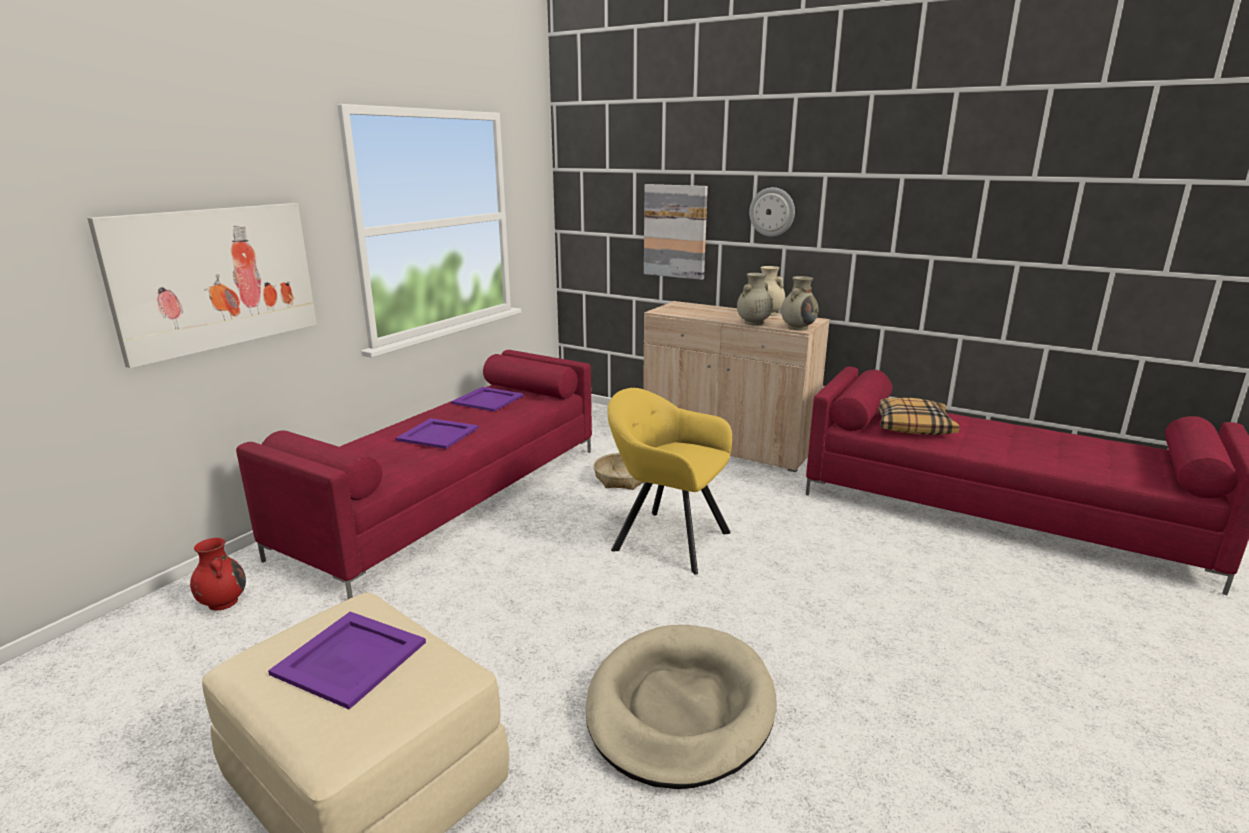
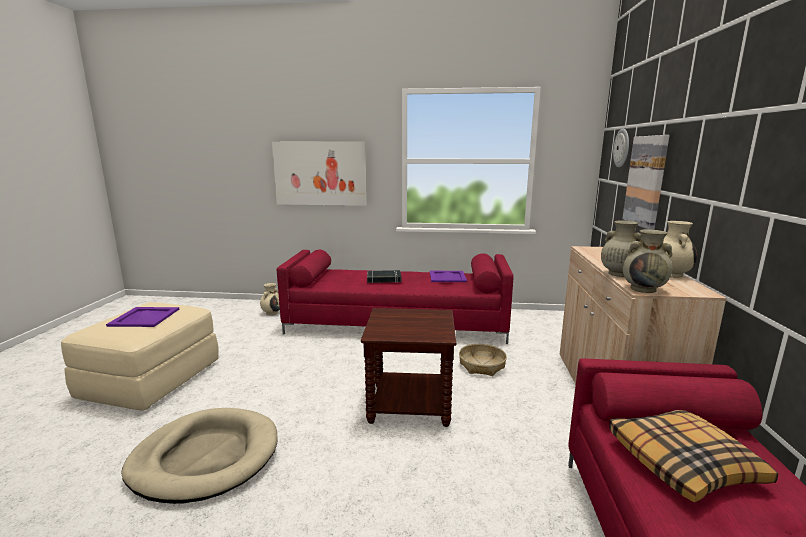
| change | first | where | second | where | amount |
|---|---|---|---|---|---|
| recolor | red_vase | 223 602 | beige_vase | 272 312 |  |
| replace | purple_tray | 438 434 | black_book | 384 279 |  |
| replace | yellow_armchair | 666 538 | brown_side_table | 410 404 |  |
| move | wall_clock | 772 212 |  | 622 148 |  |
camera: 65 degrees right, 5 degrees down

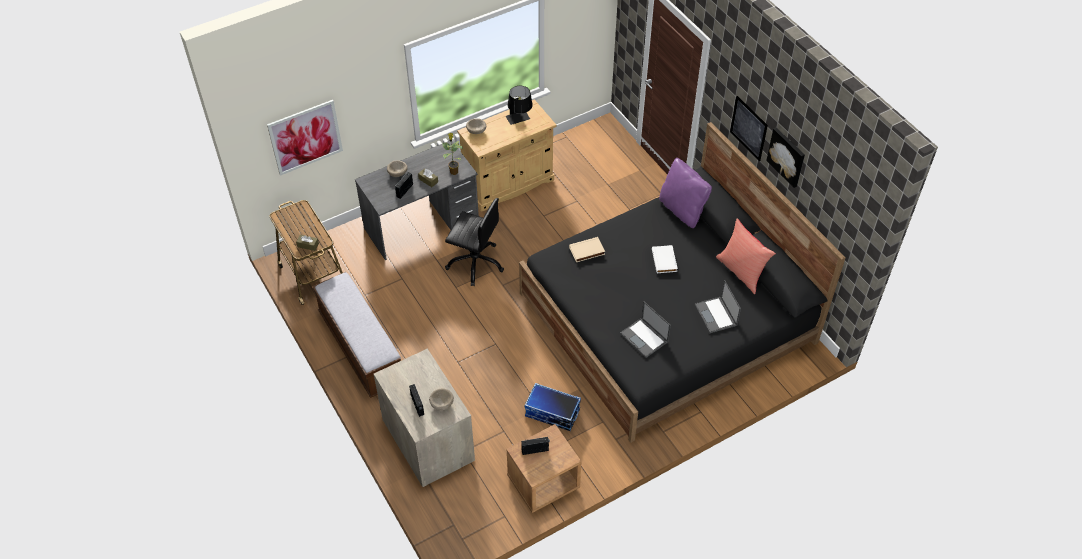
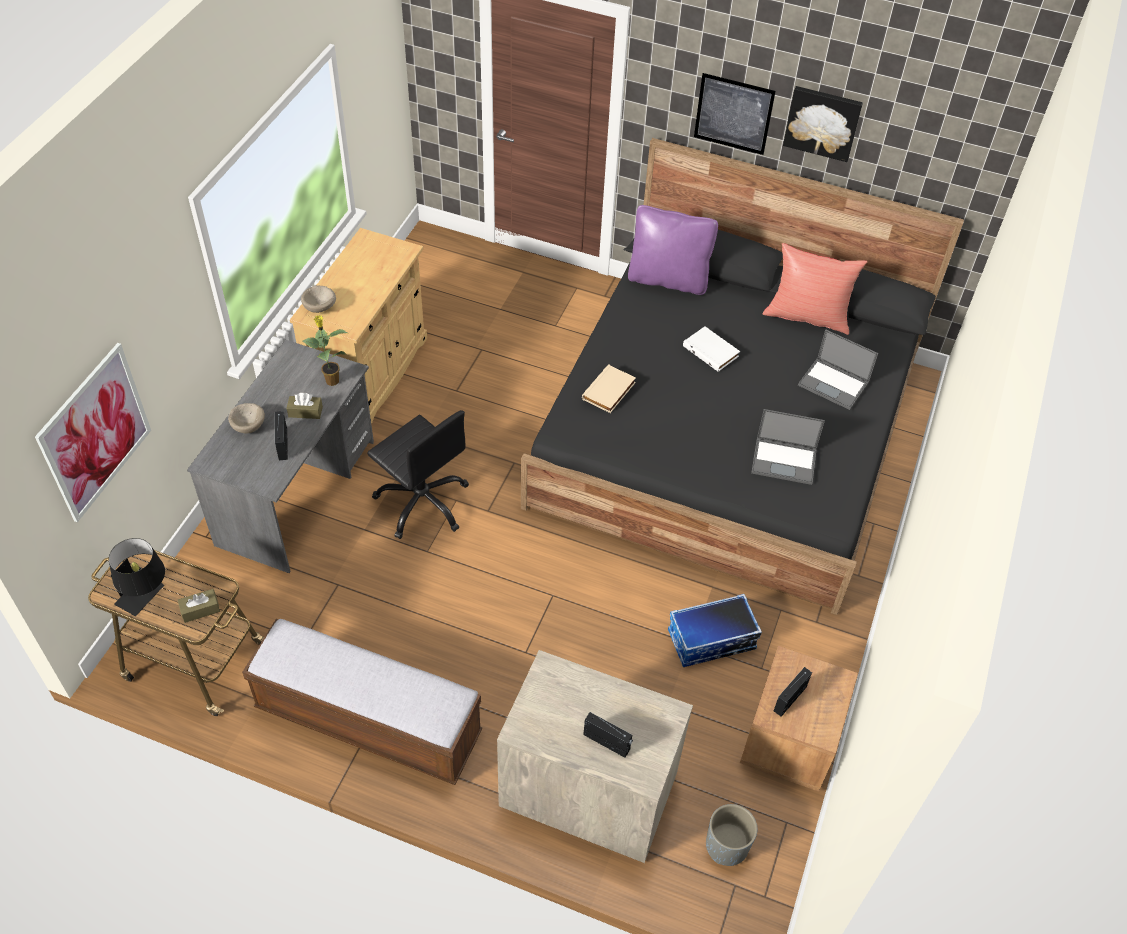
| change | first | where | second | where | amount |
|---|---|---|---|---|---|
| delete | beige_bowl | 441 404 |  |  |  |
| rotate | black_office_chair | 475 262 |  | 423 502 | 60 degrees clockwise |
| move | black_table_lamp | 519 120 |  | 147 598 |  |
| insert |  |  | grey_planter | 726 846 |  |
camera: 40 degrees left, 0 degrees up

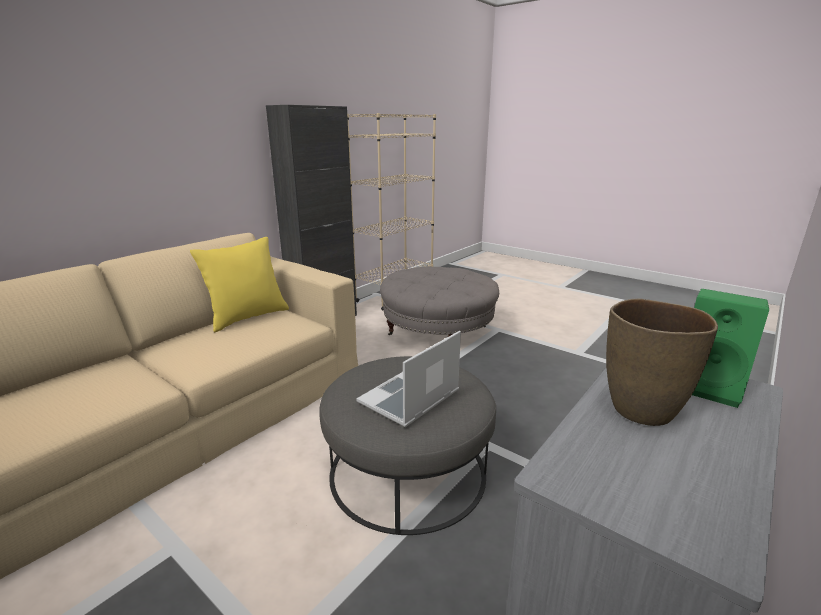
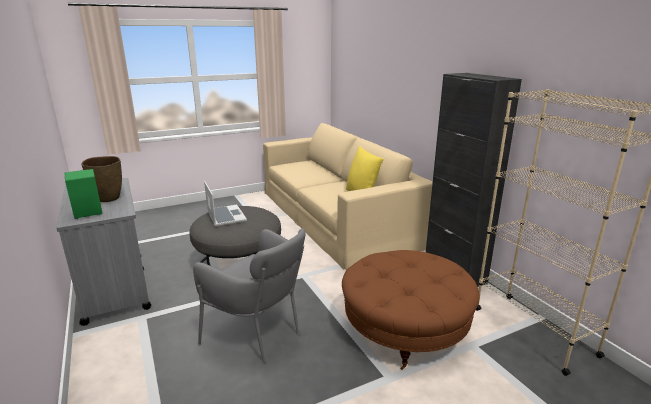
| change | first | where | second | where | amount |
|---|---|---|---|---|---|
| recolor | grey_ottoman | 438 331 | brown_ottoman | 405 329 |  |
| insert |  |  | grey_armchair | 259 335 |  |
camera: 115 degrees right, 0 degrees up

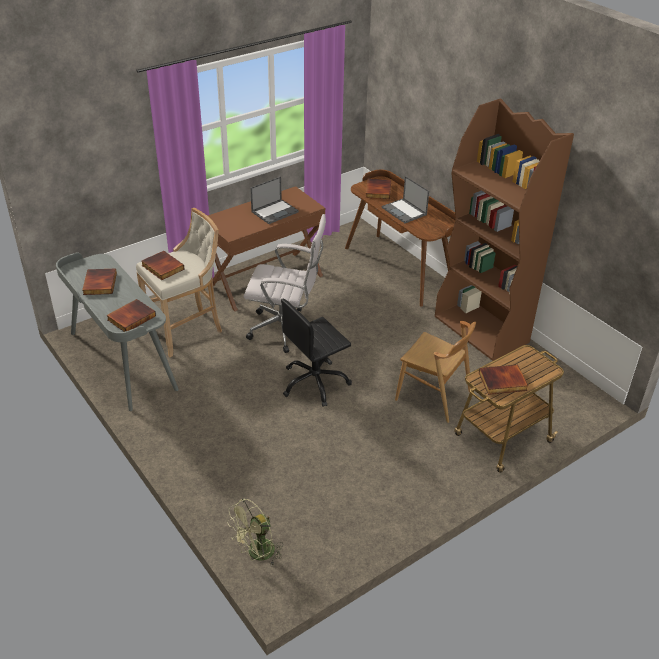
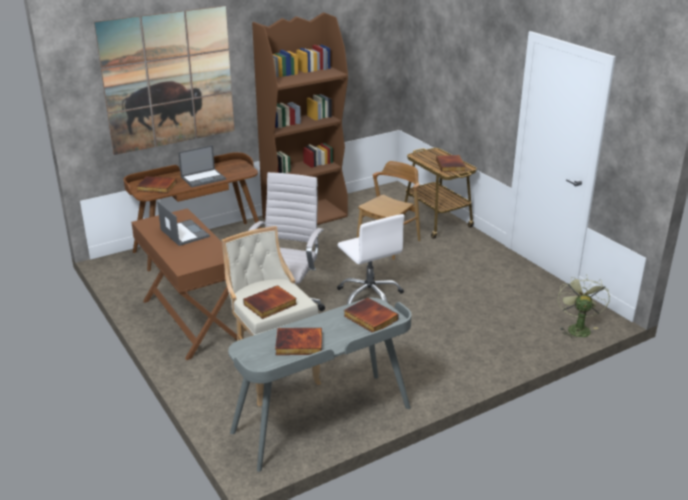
| change | first | where | second | where | amount |
|---|---|---|---|---|---|
| rotate | green_fan | 257 554 |  | 577 328 | 135 degrees counterclockwise |
| recolor | black_office_chair | 315 383 | white_office_chair | 370 296 |  |
| insert |  |  | picture | 169 80 |  |
camera: 85 degrees left, 10 degrees down

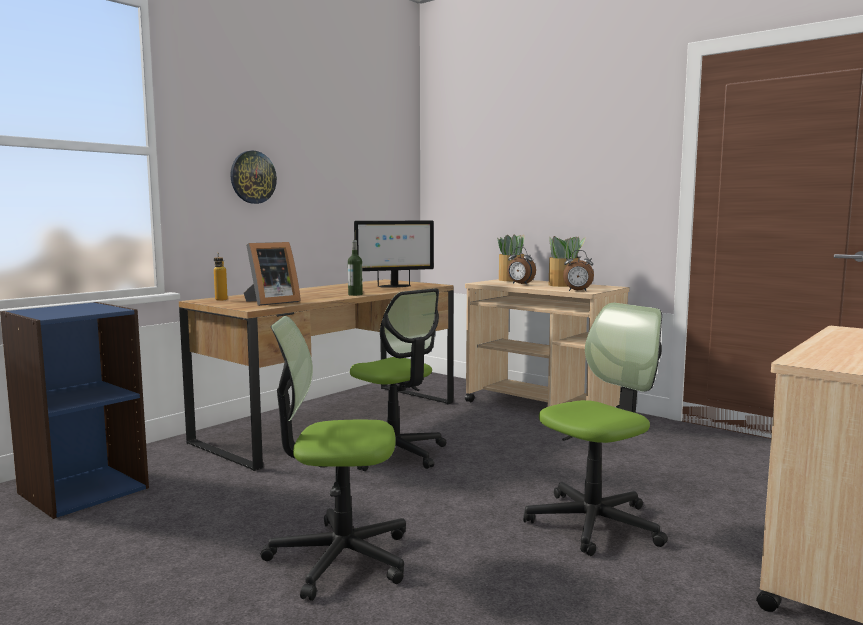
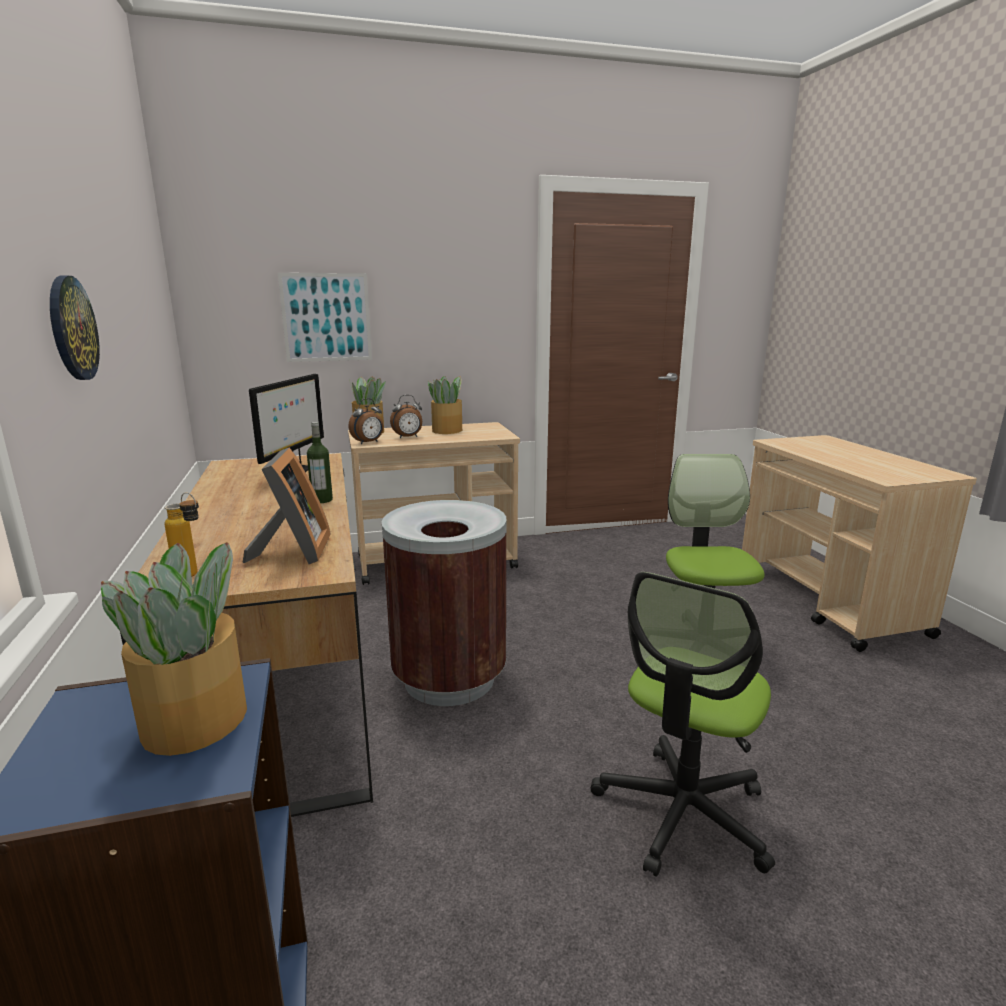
| change | first | where | second | where | amount |
|---|---|---|---|---|---|
| replace | office_chair | 395 453 | brown_trash_can | 449 678 |  |
| move | alarm_clock | 577 291 |  | 368 442 |  |
| insert |  |  | potted_plant | 198 719 |  |
| insert |  |  | picture | 326 317 |  |
camera: 55 degrees left, 10 degrees up

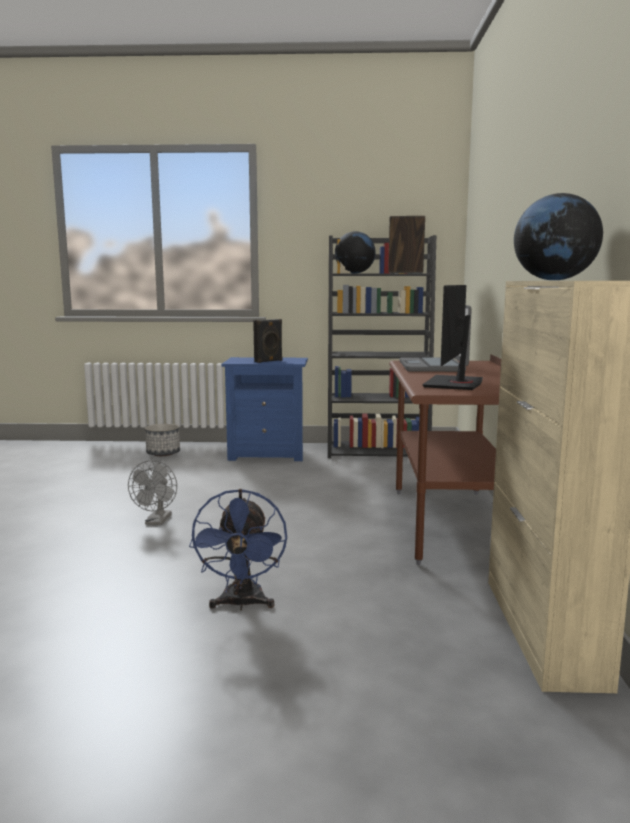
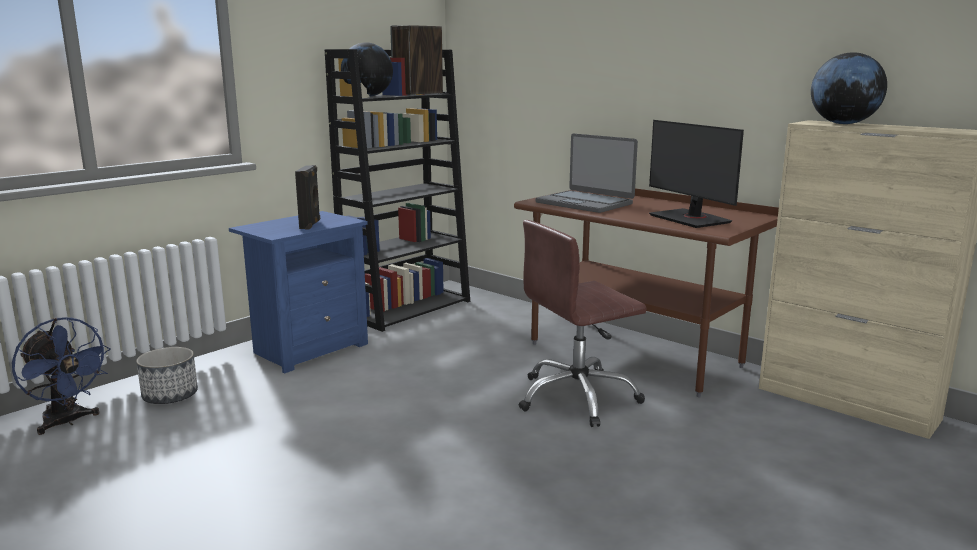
| change | first | where | second | where | amount |
|---|---|---|---|---|---|
| delete | grey_fan | 157 521 |  |  |  |
| move | blue_fan | 242 604 |  | 67 422 |  |
| insert |  |  | brown_office_chair | 577 397 |  |
camera: 50 degrees left, 5 degrees up

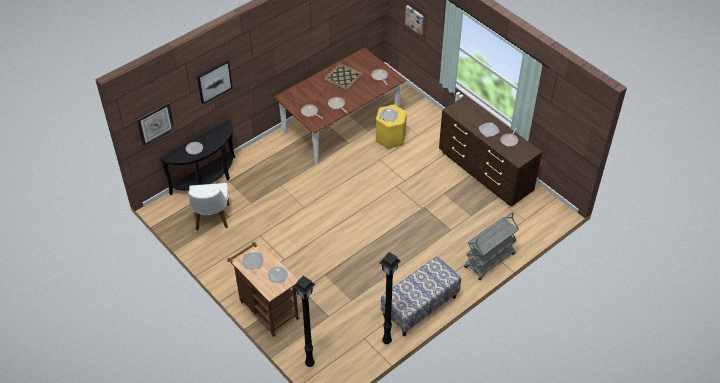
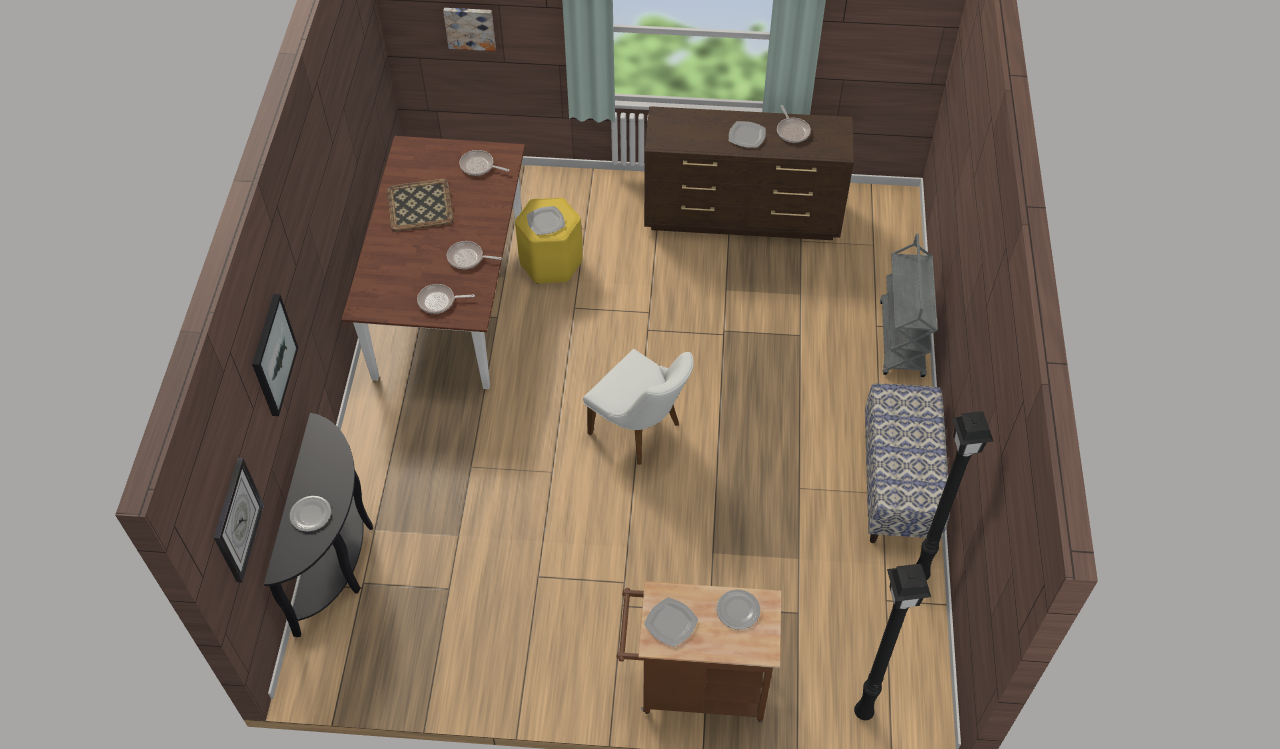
| change | first | where | second | where | amount |
|---|---|---|---|---|---|
| move | white_chair | 211 220 |  | 641 432 |  |
camera: 45 degrees left, 5 degrees up

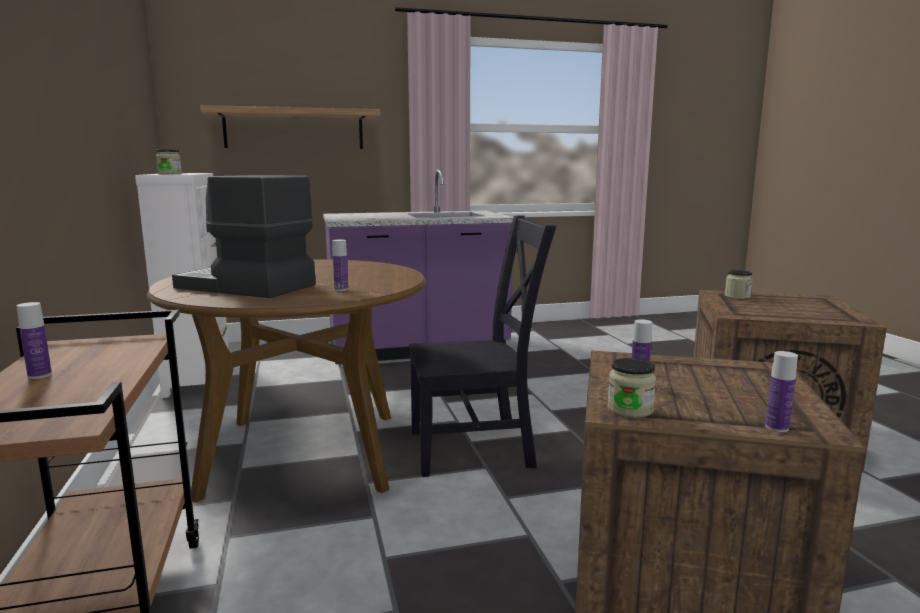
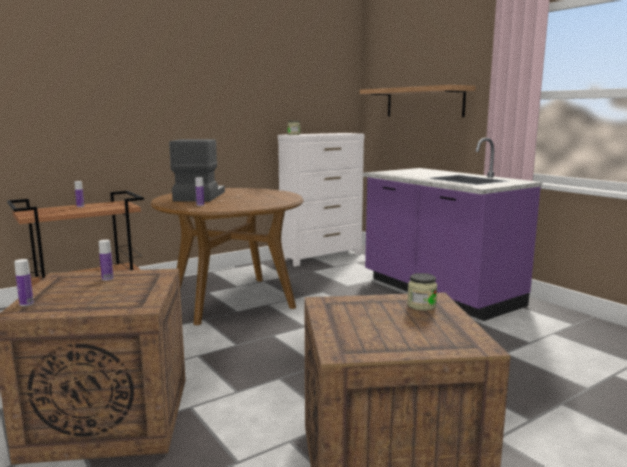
| change | first | where | second | where | amount |
|---|---|---|---|---|---|
| delete | black_chair | 477 448 |  |  |  |
| delete | jar | 630 409 |  |  |  |
camera: 70 degrees right, 0 degrees up

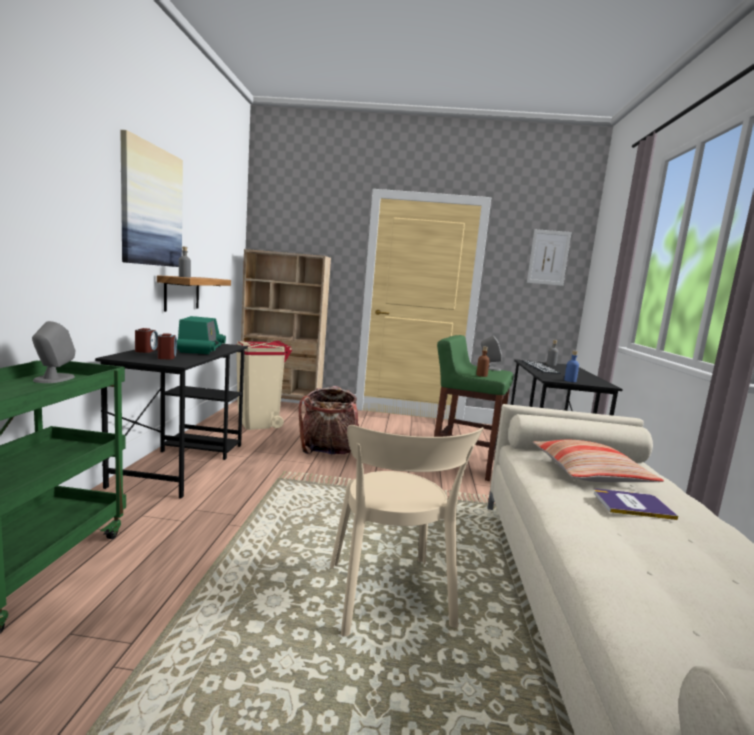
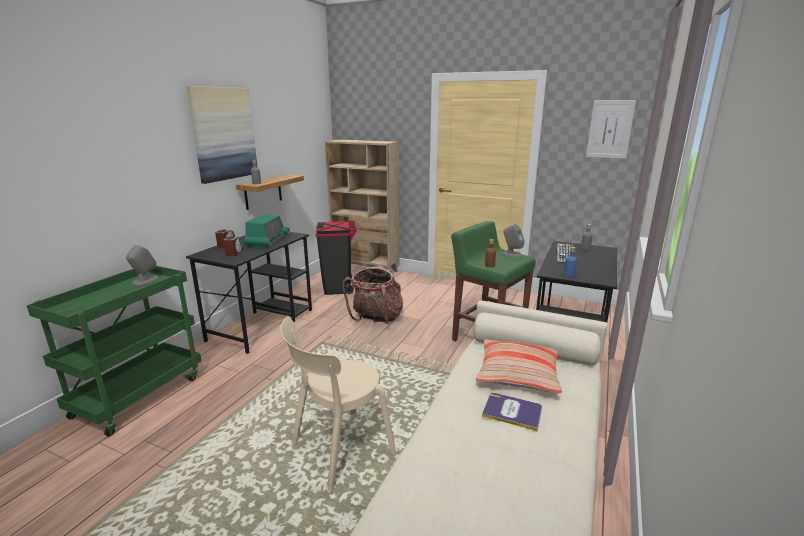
| change | first | where | second | where | amount |
|---|---|---|---|---|---|
| recolor | beige_trash_can | 259 422 | black_trash_can | 338 287 |  |
| rotate | beige_chair | 390 599 |  | 338 450 | 45 degrees clockwise |
camera: 20 degrees right, 10 degrees up

